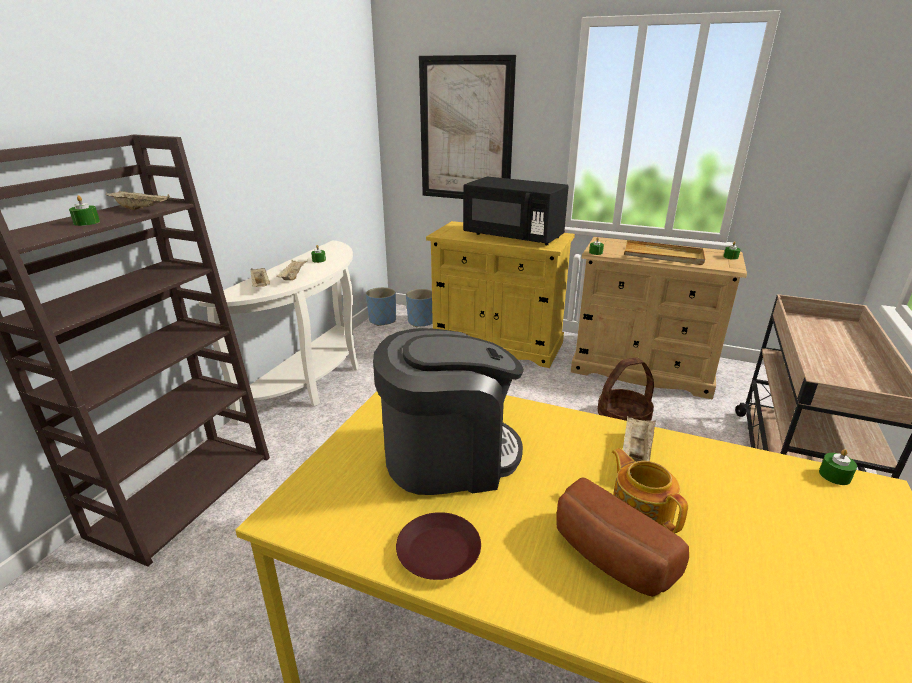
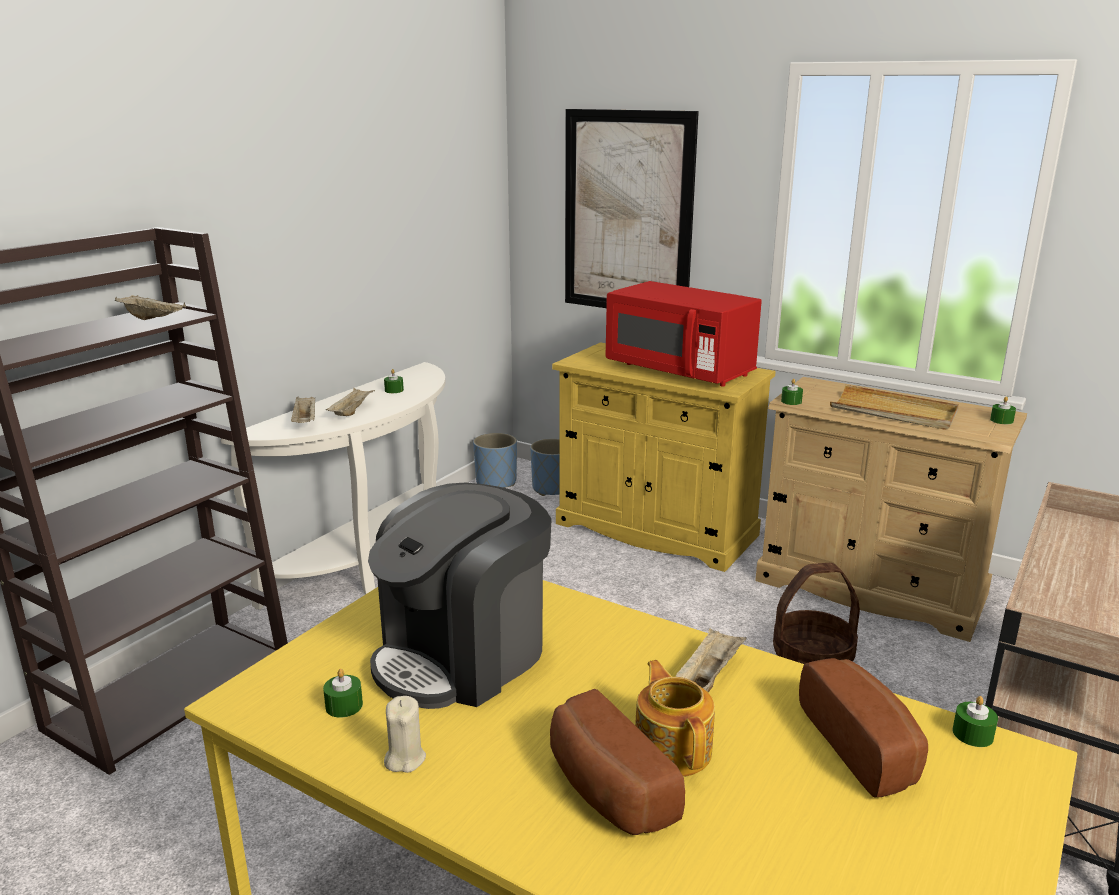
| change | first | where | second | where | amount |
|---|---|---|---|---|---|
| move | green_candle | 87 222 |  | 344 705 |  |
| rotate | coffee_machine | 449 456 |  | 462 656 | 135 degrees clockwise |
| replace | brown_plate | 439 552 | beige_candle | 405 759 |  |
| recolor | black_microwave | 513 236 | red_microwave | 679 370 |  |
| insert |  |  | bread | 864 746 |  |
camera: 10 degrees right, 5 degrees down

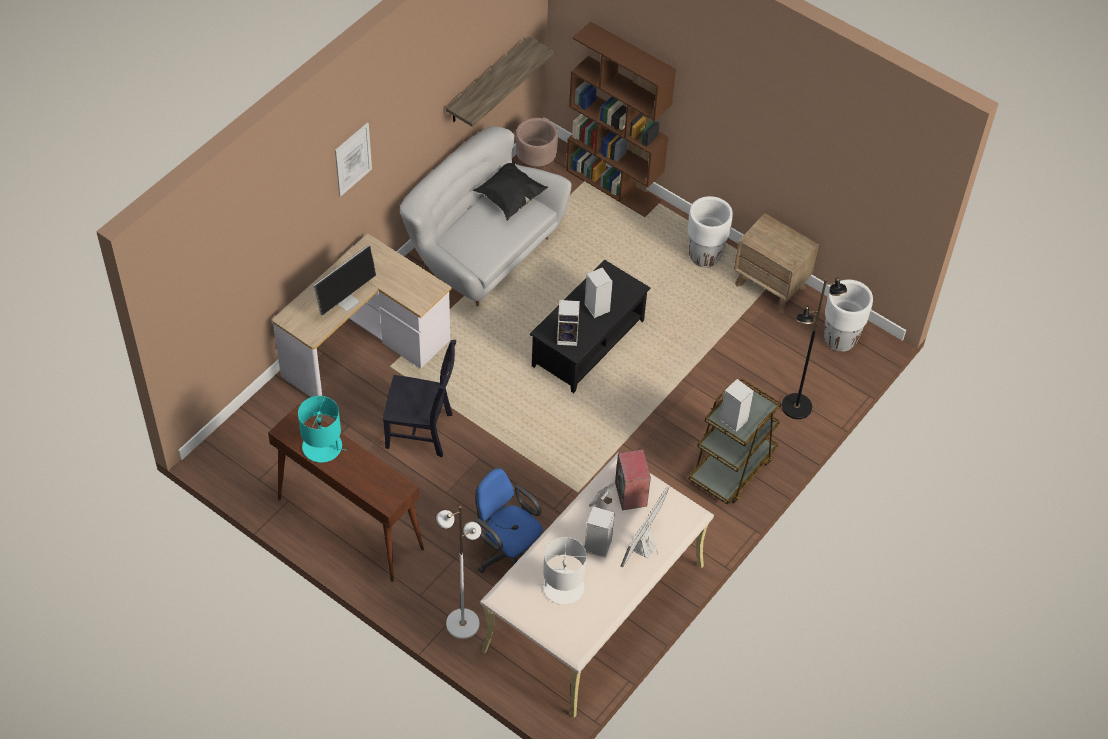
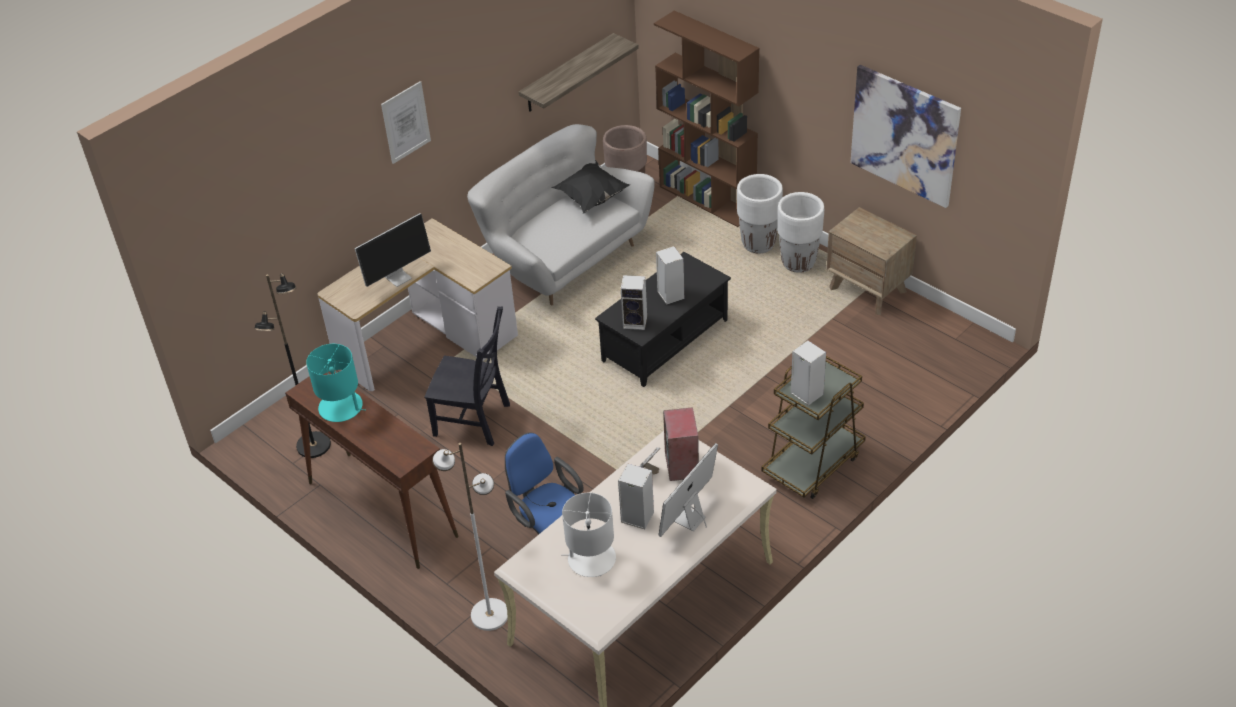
| change | first | where | second | where | amount |
|---|---|---|---|---|---|
| move | black_floor_lamp | 797 407 |  | 313 446 |  |
| move | white_planter | 840 340 |  | 758 244 |  |
| insert |  |  | picture | 904 135 |  |
camera: 10 degrees right, 10 degrees down

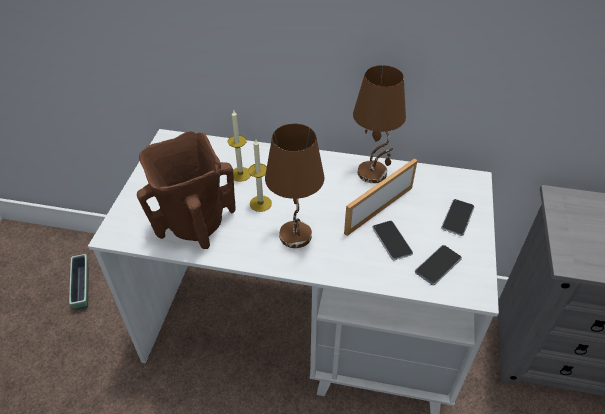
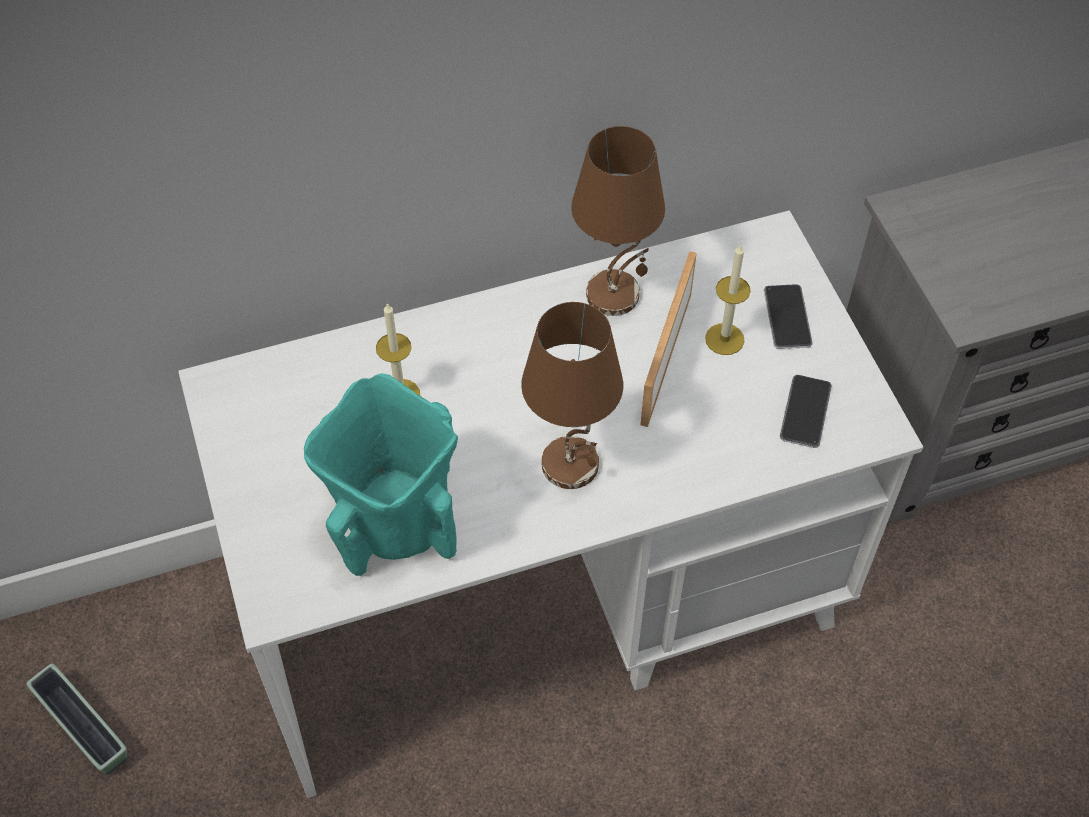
| change | first | where | second | where | amount |
|---|---|---|---|---|---|
| recolor | brown_vase | 193 225 | turquoise_vase | 395 525 |  |
| move | candle | 260 203 |  | 724 339 |  |
| delete | phone | 392 241 |  |  |  |
camera: 30 degrees left, 10 degrees up

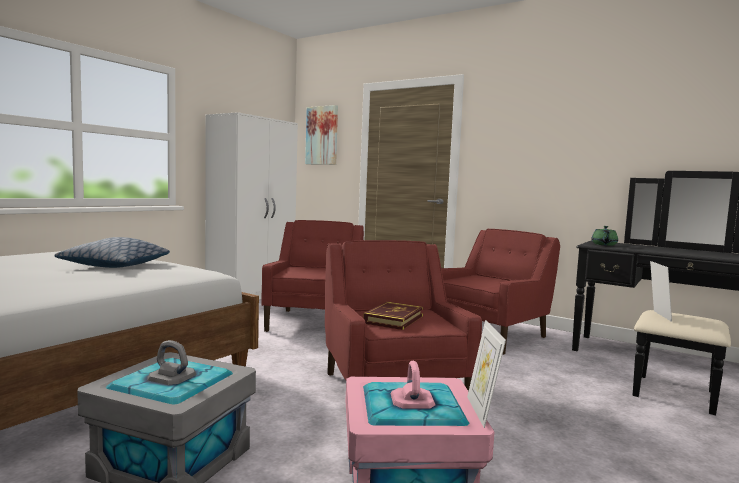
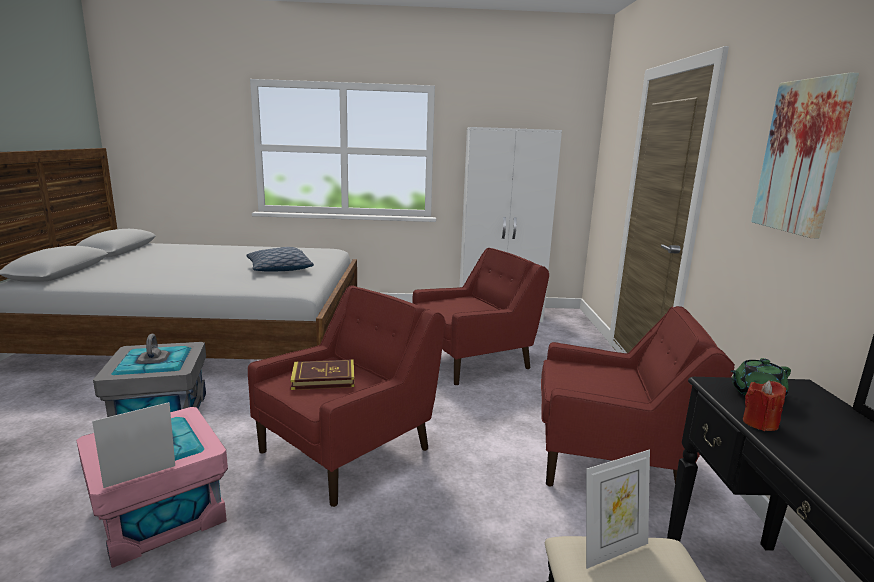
| change | first | where | second | where | amount |
|---|---|---|---|---|---|
| move | picture | 322 135 |  | 802 157 |  |
| insert |  |  | red_candle | 760 423 |  |
camera: 55 degrees right, 10 degrees up

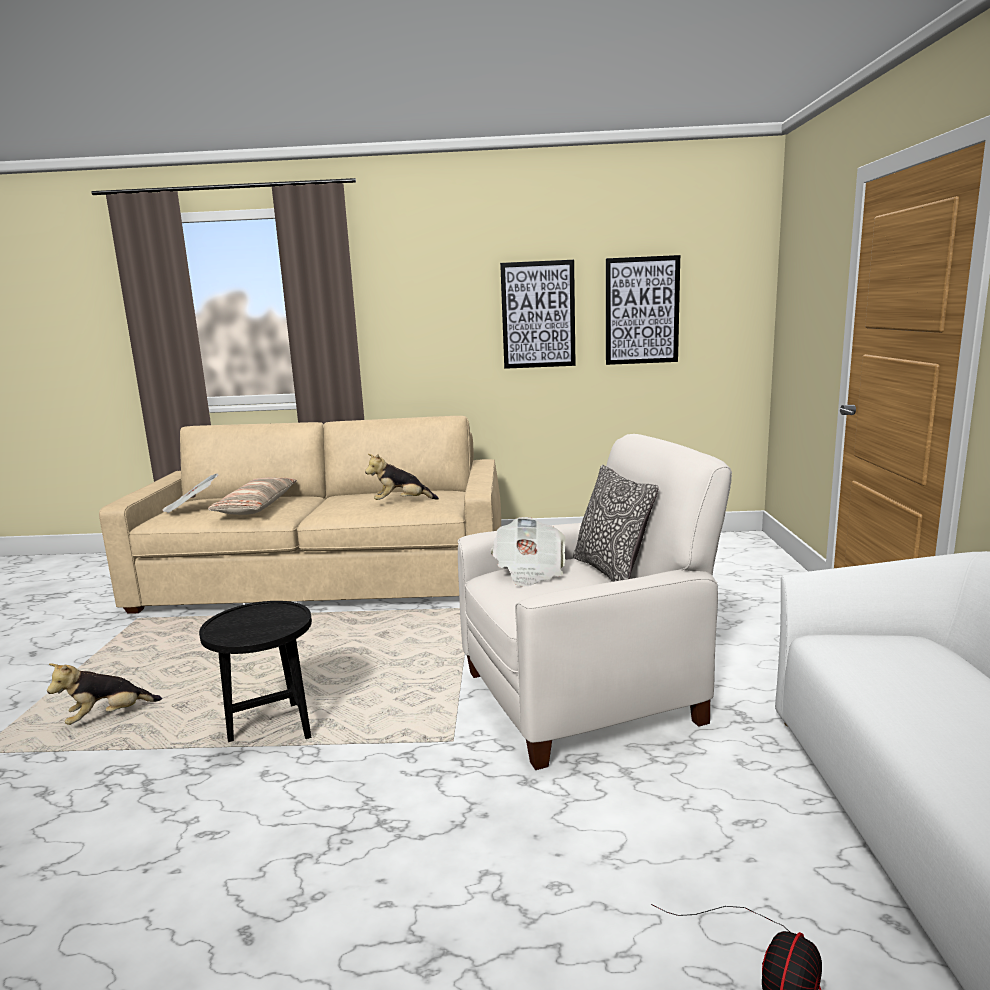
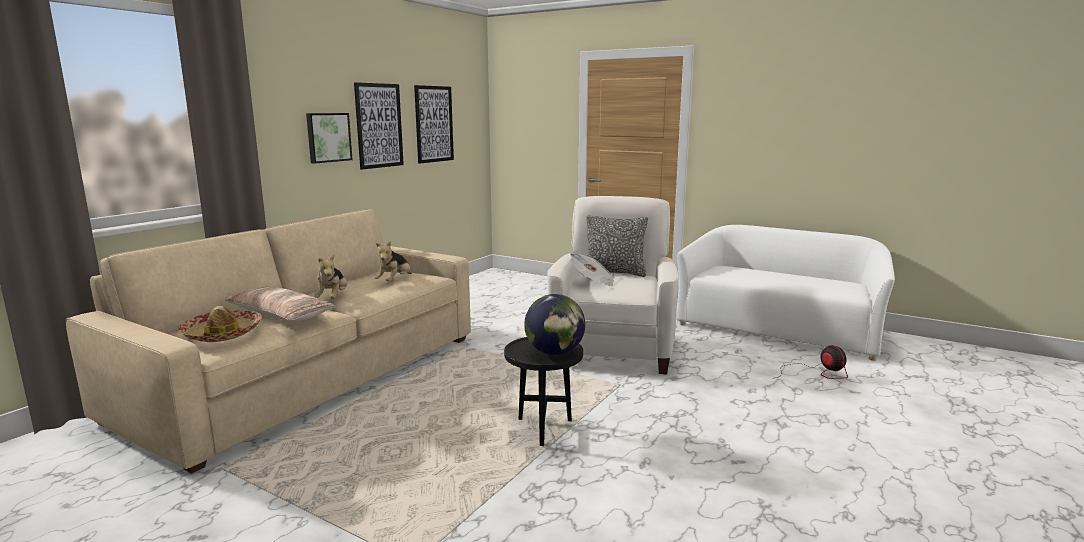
| change | first | where | second | where | amount |
|---|---|---|---|---|---|
| move | plush_toy | 108 717 |  | 333 298 |  |
| replace | newspaper | 191 508 | hat | 222 334 |  |
| insert |  |  | picture | 328 137 |  |
| insert |  |  | globe | 554 353 |  |
camera: 60 degrees left, 0 degrees up

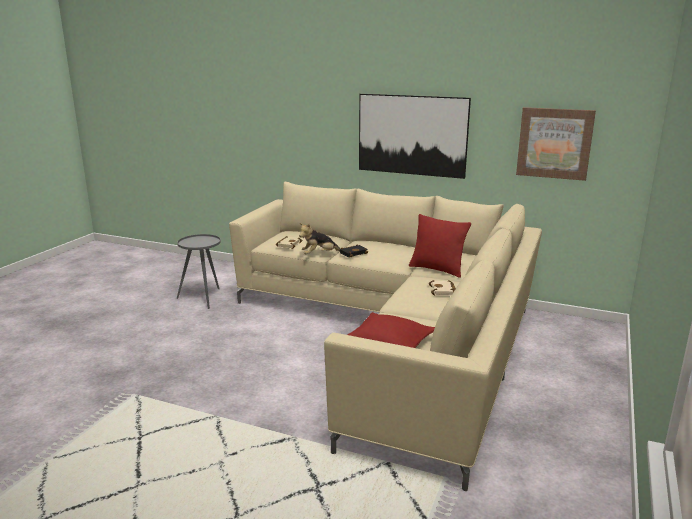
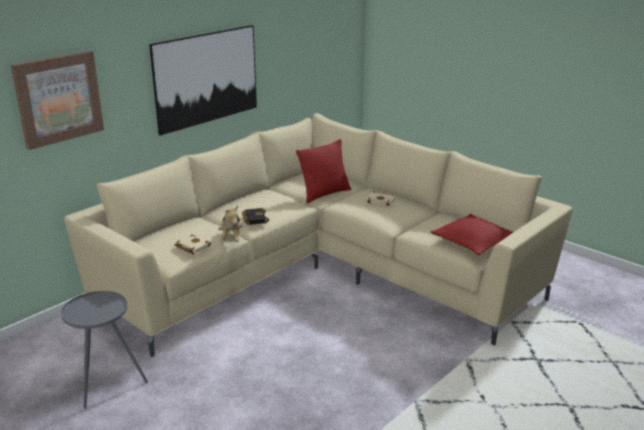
| change | first | where | second | where | amount |
|---|---|---|---|---|---|
| move | picture | 554 143 |  | 58 98 |  |
camera: 70 degrees left, 5 degrees up

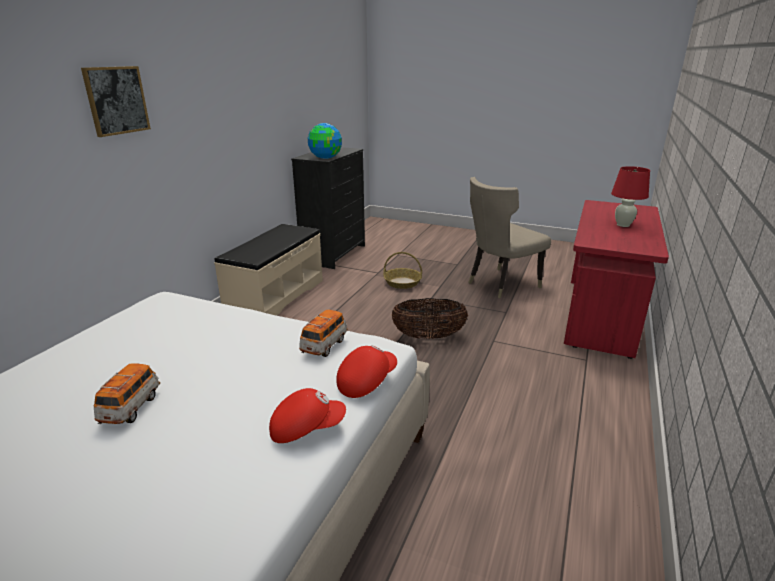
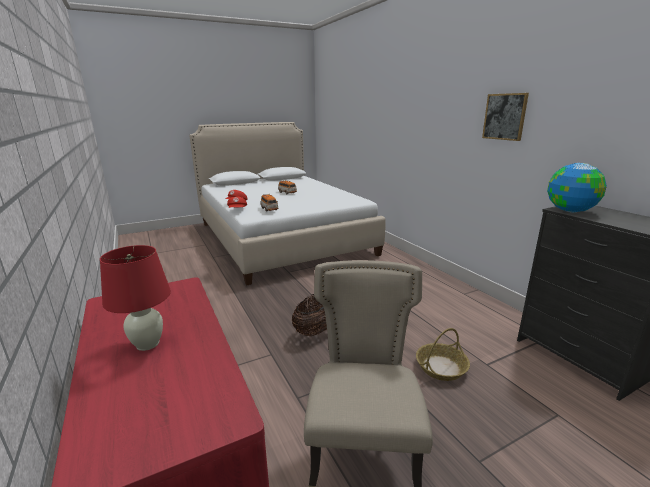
| change | first | where | second | where | amount |
|---|---|---|---|---|---|
| move | picture | 116 100 |  | 504 116 |  |
| delete | beige_bench | 275 297 |  |  |  |
camera: 130 degrees right, 5 degrees down

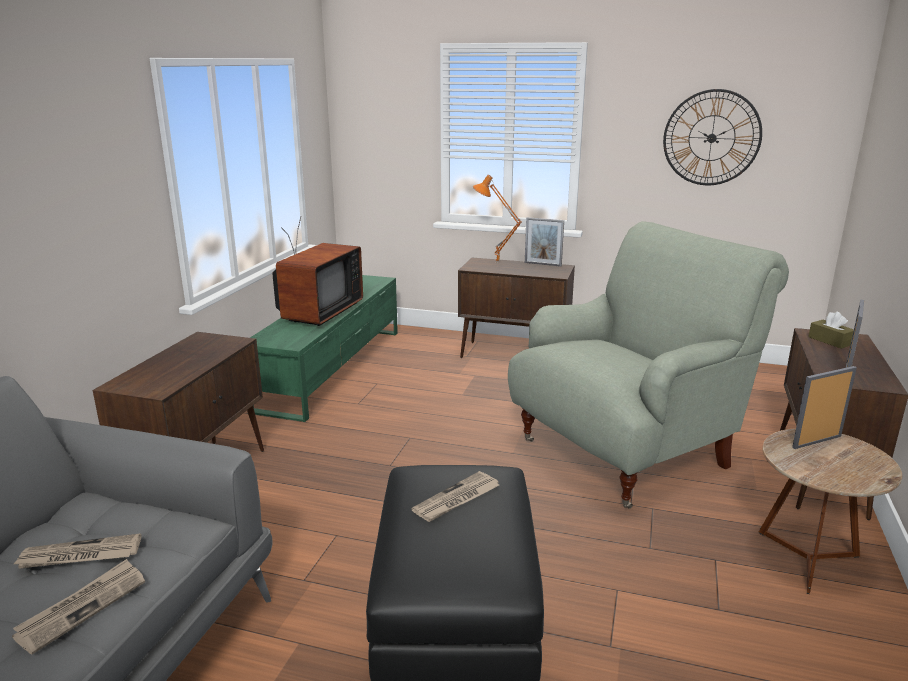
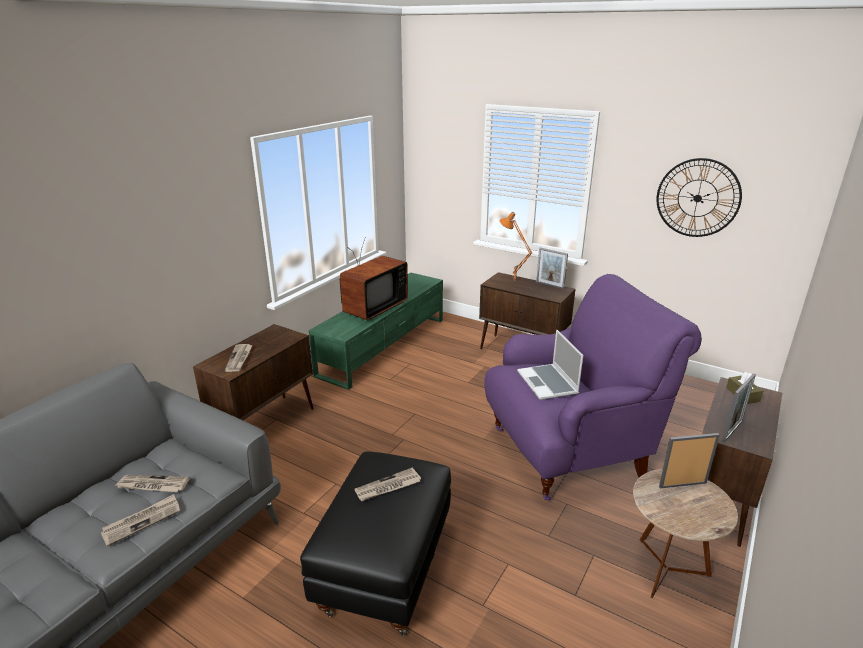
| change | first | where | second | where | amount |
|---|---|---|---|---|---|
| recolor | grey_armchair | 625 453 | purple_armchair | 569 452 |  |
| insert |  |  | newspaper | 239 359 |  |
| insert |  |  | laptop | 548 383 |  |
camera: 15 degrees right, 5 degrees up

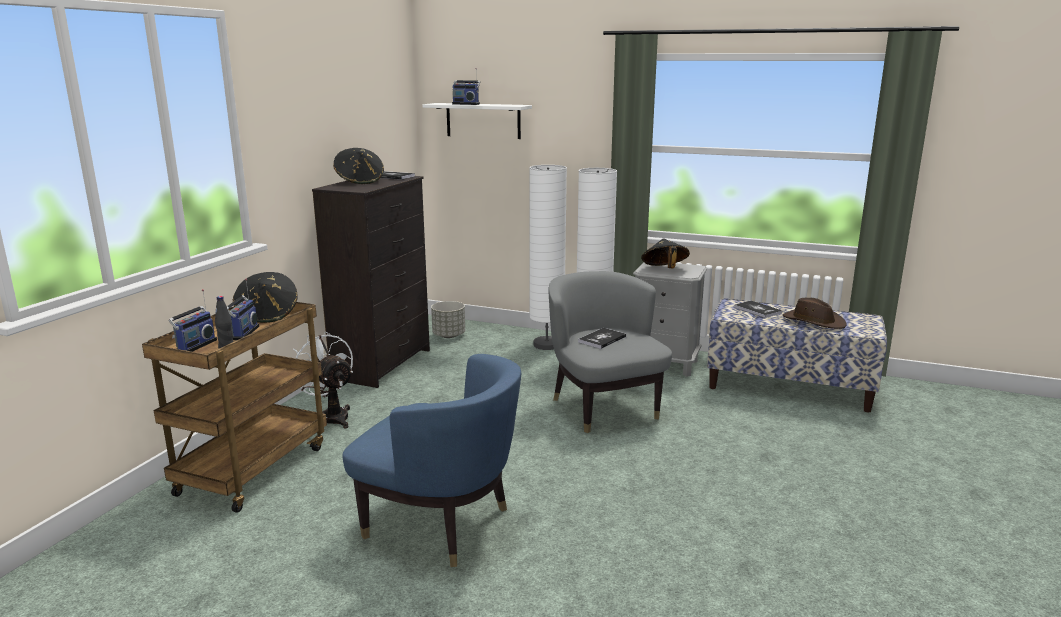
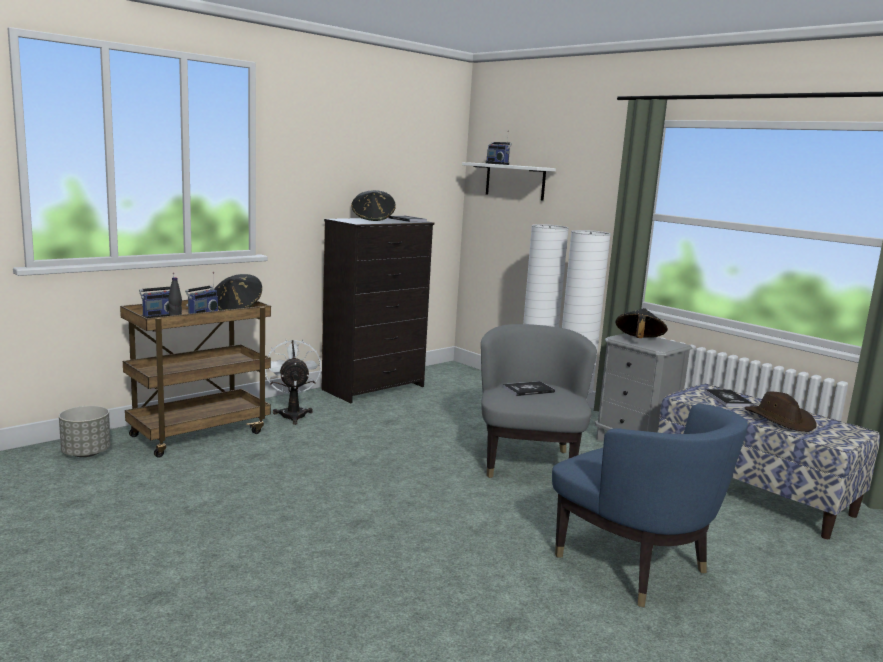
| change | first | where | second | where | amount |
|---|---|---|---|---|---|
| move | blue_armchair | 440 524 |  | 633 565 |  |
| move | grey_planter | 449 335 |  | 86 453 |  |
camera: 25 degrees right, 5 degrees down

